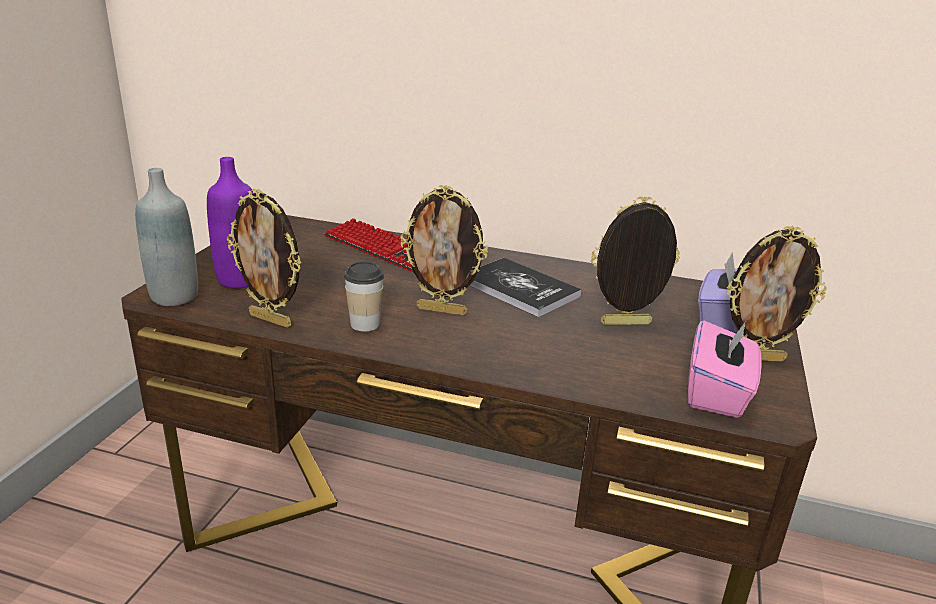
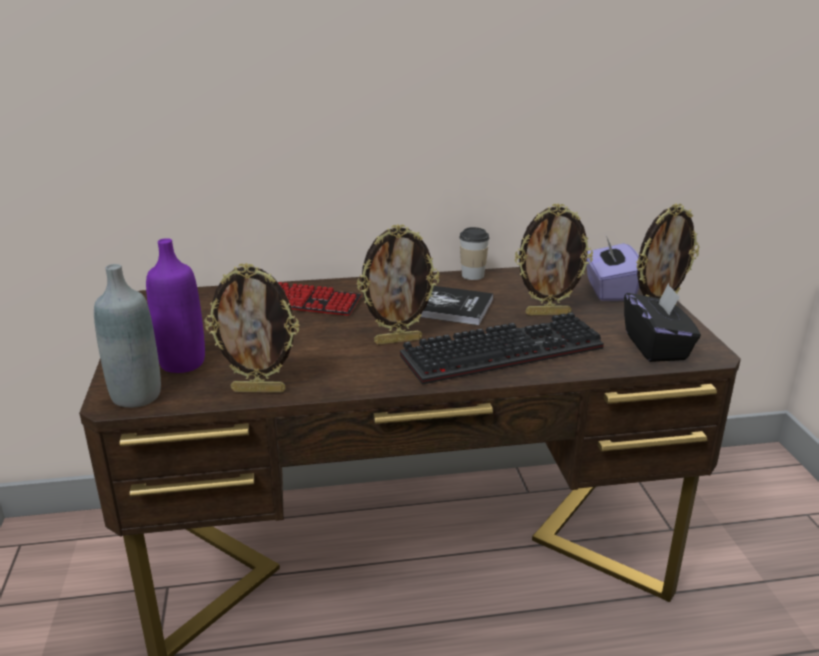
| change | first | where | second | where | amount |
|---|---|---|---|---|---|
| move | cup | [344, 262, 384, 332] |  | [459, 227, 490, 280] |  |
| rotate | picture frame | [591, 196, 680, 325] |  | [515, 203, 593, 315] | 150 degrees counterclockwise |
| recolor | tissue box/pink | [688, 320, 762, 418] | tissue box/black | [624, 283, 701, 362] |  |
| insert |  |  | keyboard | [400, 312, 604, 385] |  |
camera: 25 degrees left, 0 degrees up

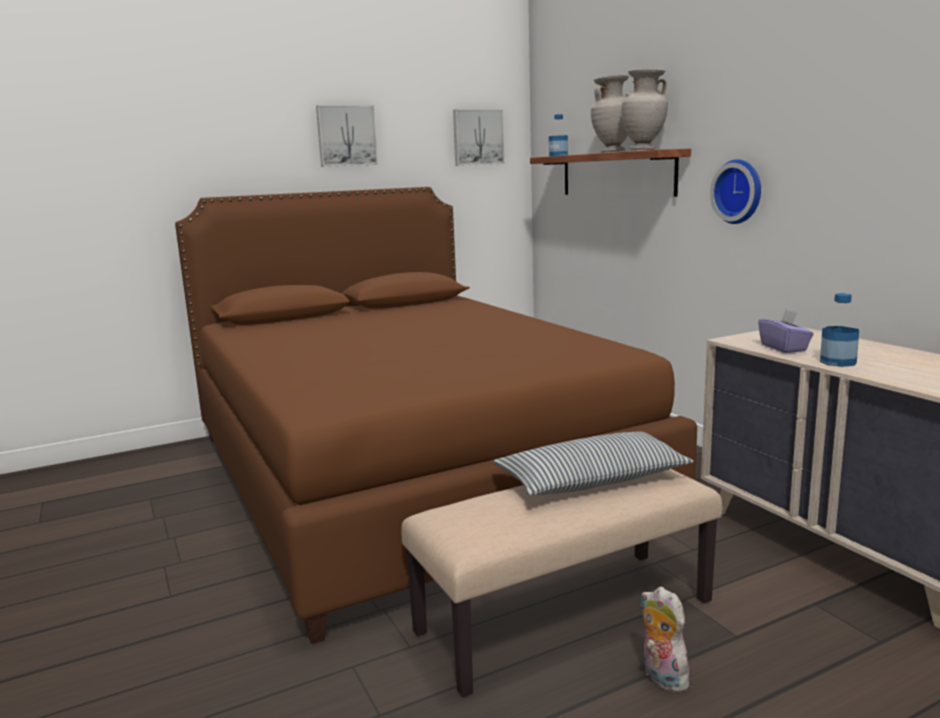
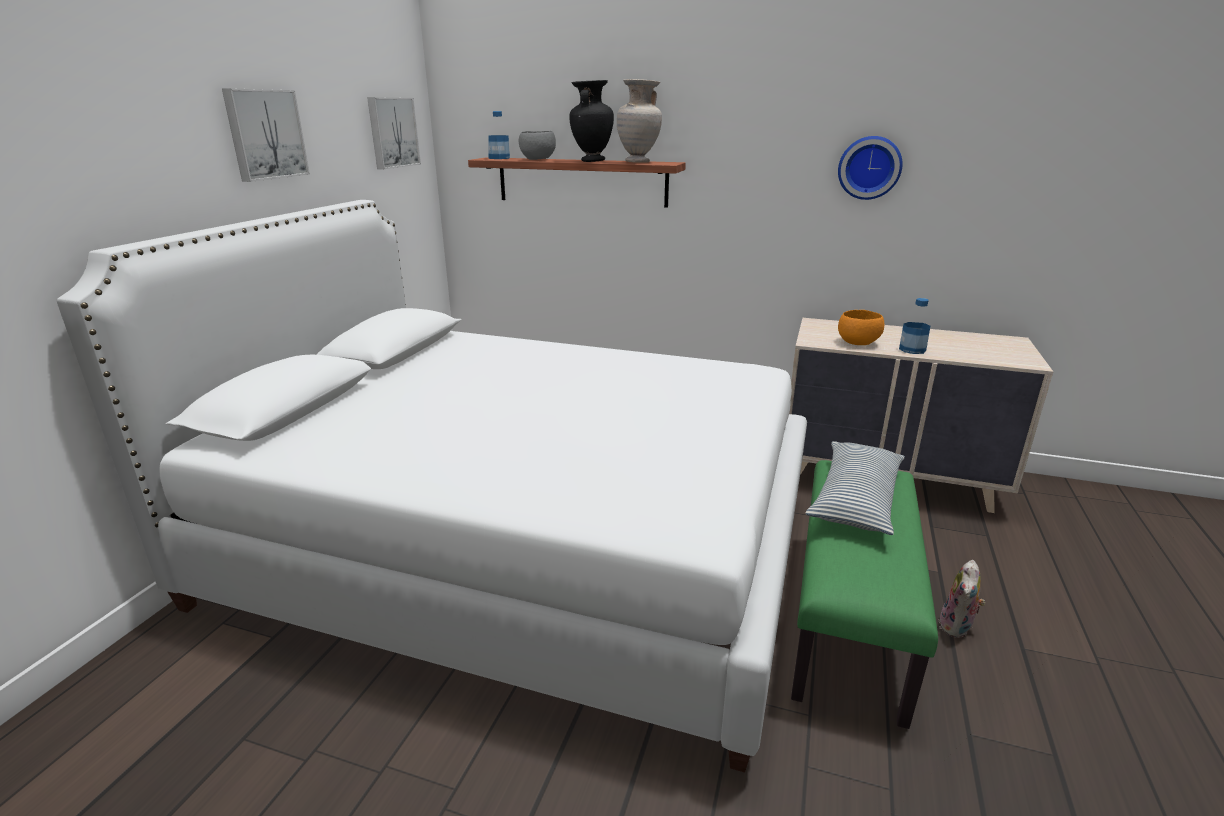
| change | first | where | second | where | amount |
|---|---|---|---|---|---|
| recolor | bed/brown | [175, 187, 697, 644] | bed/white | [57, 200, 807, 773] |  |
| recolor | bench/beige | [401, 469, 722, 697] | bench/green | [791, 460, 938, 729] |  |
| recolor | vase/beige | [591, 75, 629, 153] | vase/black | [569, 80, 614, 162] |  |
| rotate | plush toy | [641, 587, 695, 692] |  | [939, 560, 985, 638] | 75 degrees counterclockwise |
| move | wall clock | [710, 159, 761, 224] |  | [838, 136, 903, 200] |  |
| replace | tissue box/purple | [758, 309, 814, 353] | bowl/orange | [838, 310, 884, 345] |  |
| insert |  |  | bowl/grey | [519, 131, 556, 160] |  |
camera: 45 degrees left, 10 degrees up

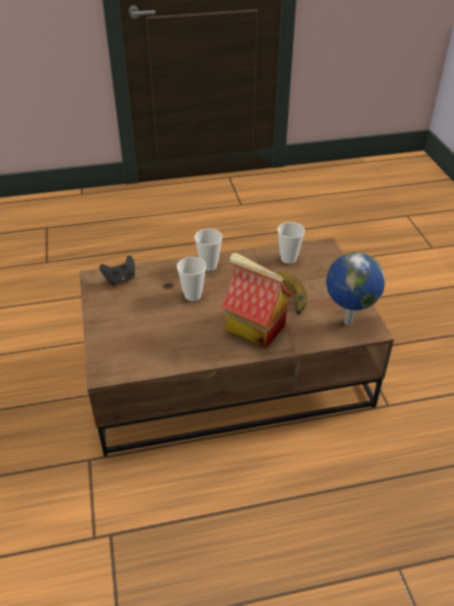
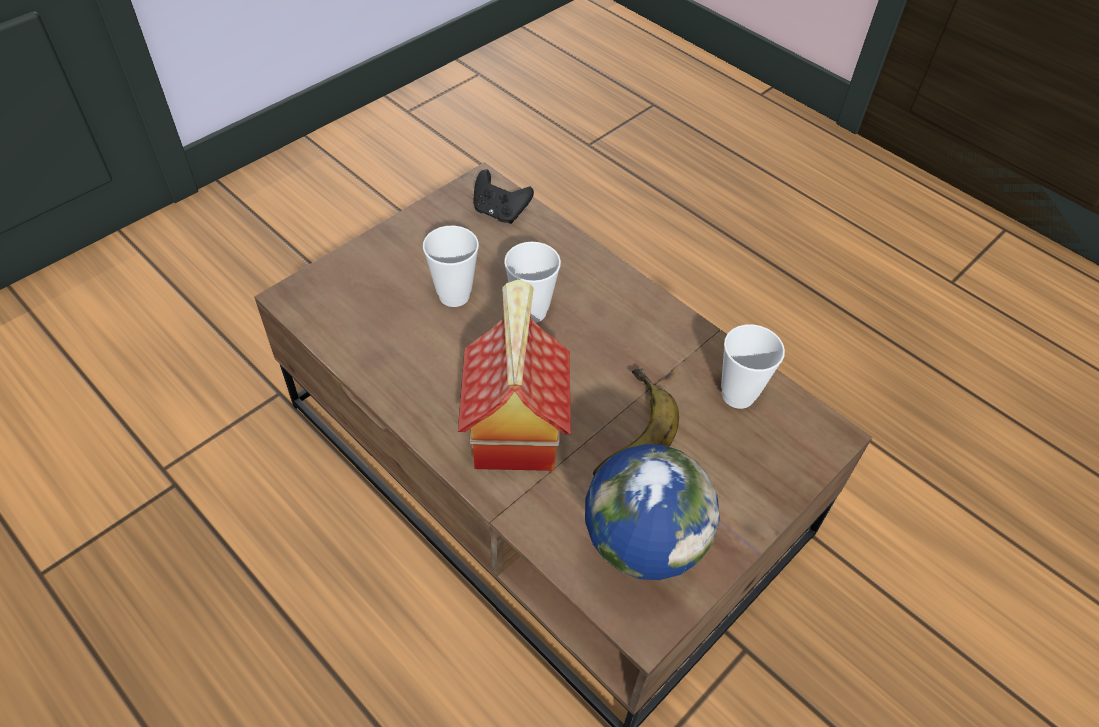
| change | first | where | second | where | amount |
|---|---|---|---|---|---|
| move | cup | [195, 229, 222, 271] |  | [423, 226, 479, 307] |  |
camera: 55 degrees right, 10 degrees up

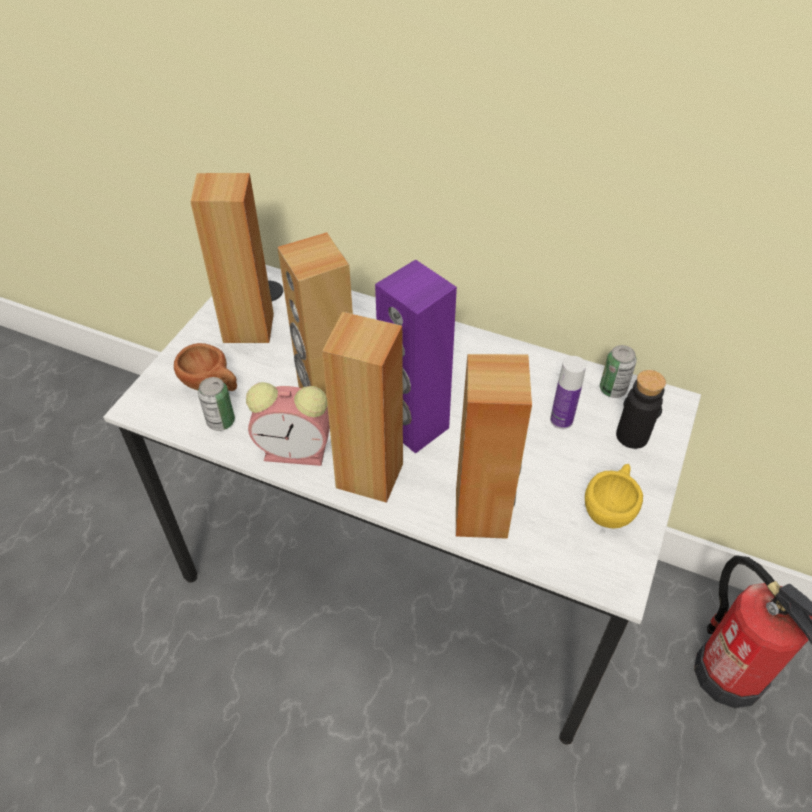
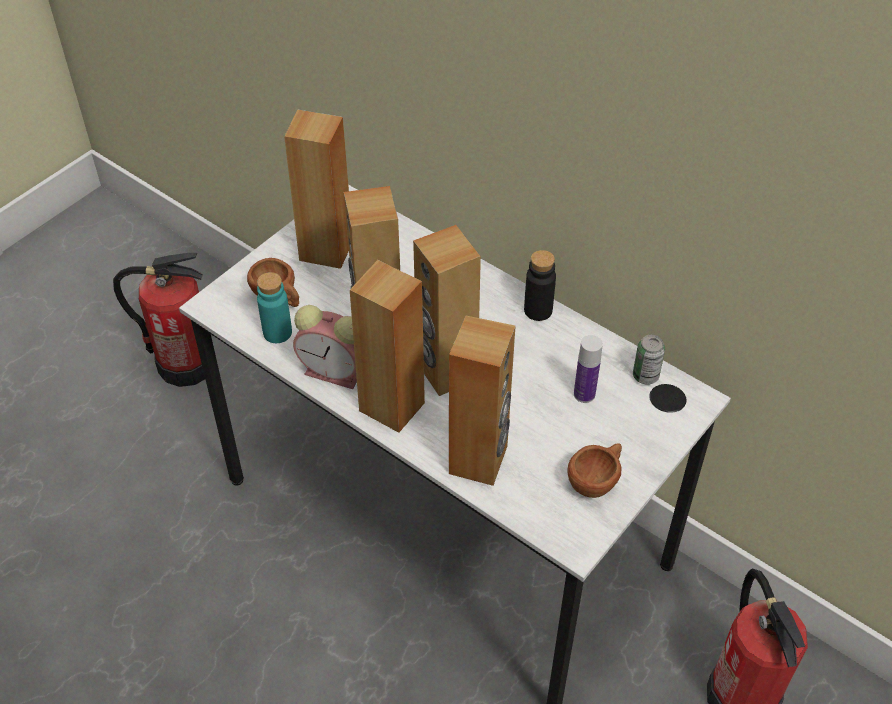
| change | first | where | second | where | amount |
|---|---|---|---|---|---|
| replace | can | [198, 377, 235, 431] | bottle/turquoise | [257, 272, 292, 343] |  |
| recolor | speaker/purple | [375, 260, 457, 454] | speaker/brown | [413, 225, 481, 396] |  |
| recolor | cup/yellow | [585, 464, 643, 529] | cup/brown | [567, 443, 622, 498] |  |
| move | bottle/black | [616, 370, 666, 449] |  | [524, 250, 556, 321] |  |
| insert |  |  | fire extinguisher | [113, 253, 205, 387] |  |
camera: 15 degrees right, 0 degrees up

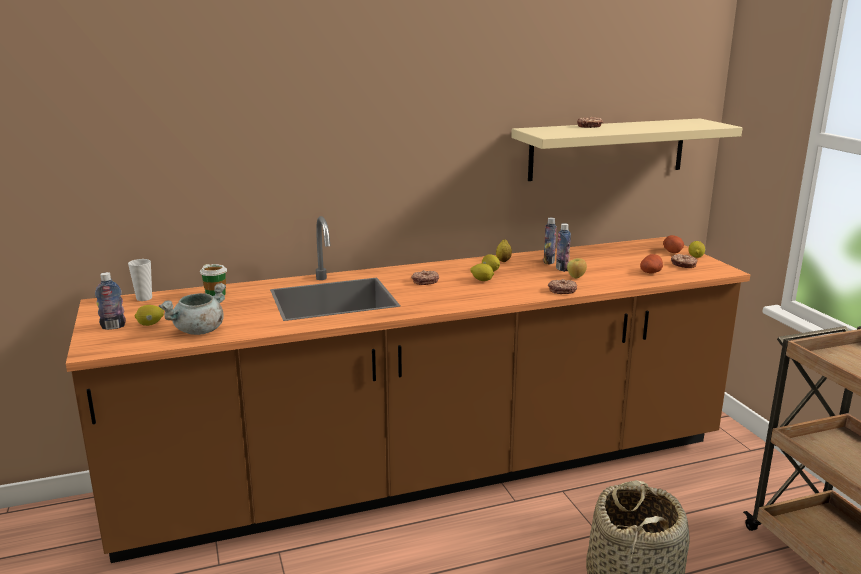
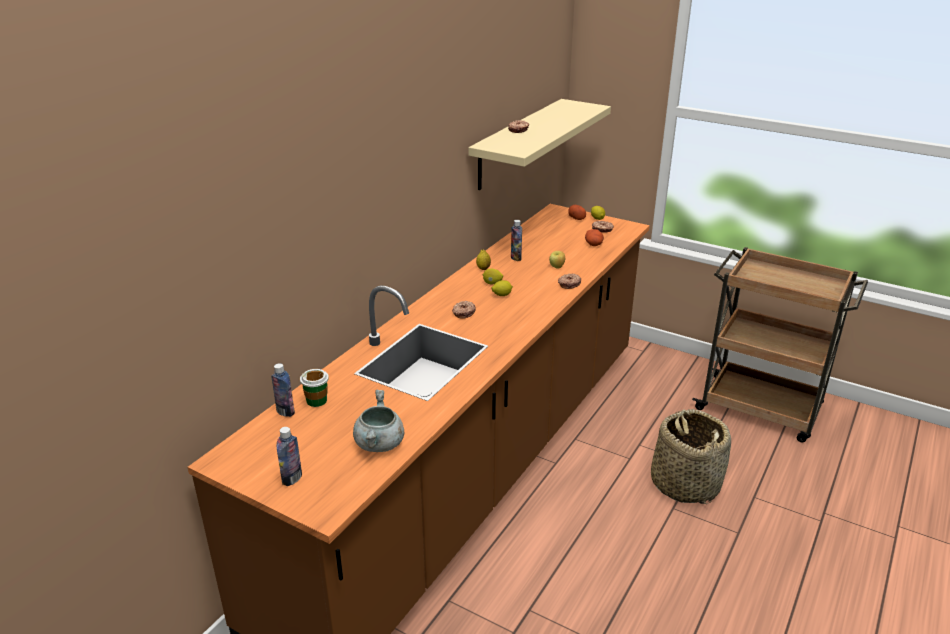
| change | first | where | second | where | amount |
|---|---|---|---|---|---|
| delete | cup | [128, 259, 152, 301] |  |  |  |
| delete | lemon | [135, 305, 164, 326] |  |  |  |
| move | bottle | [556, 223, 571, 272] |  | [271, 363, 295, 417] |  |
camera: 40 degrees left, 10 degrees up

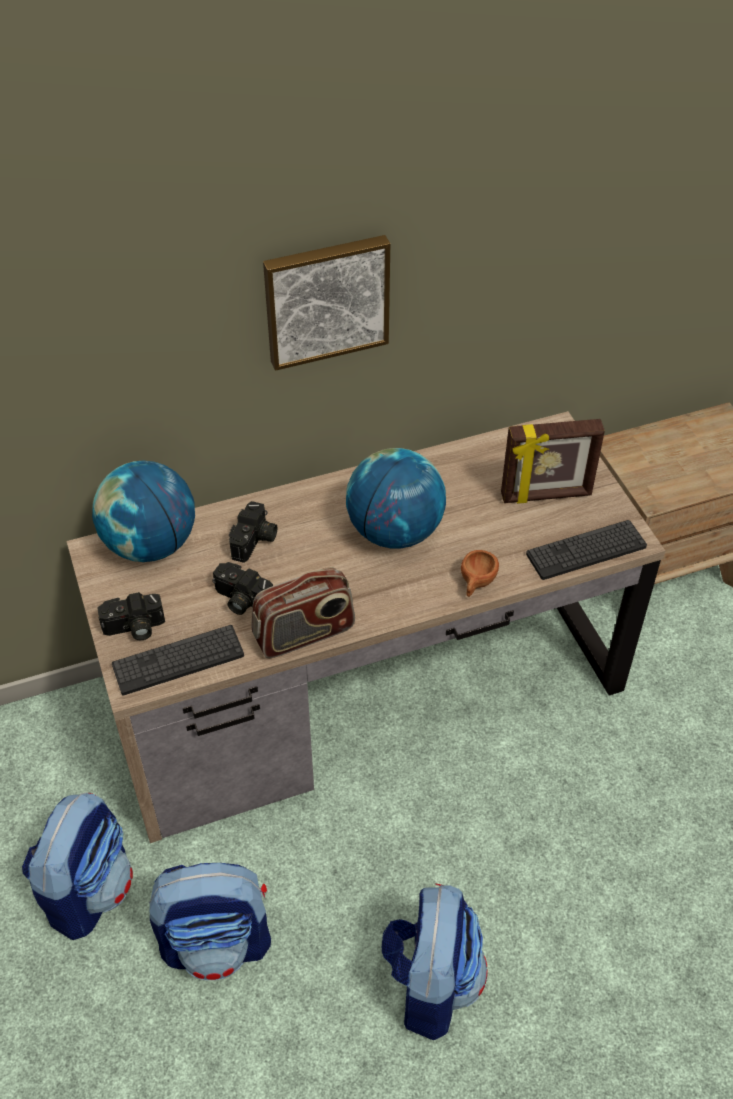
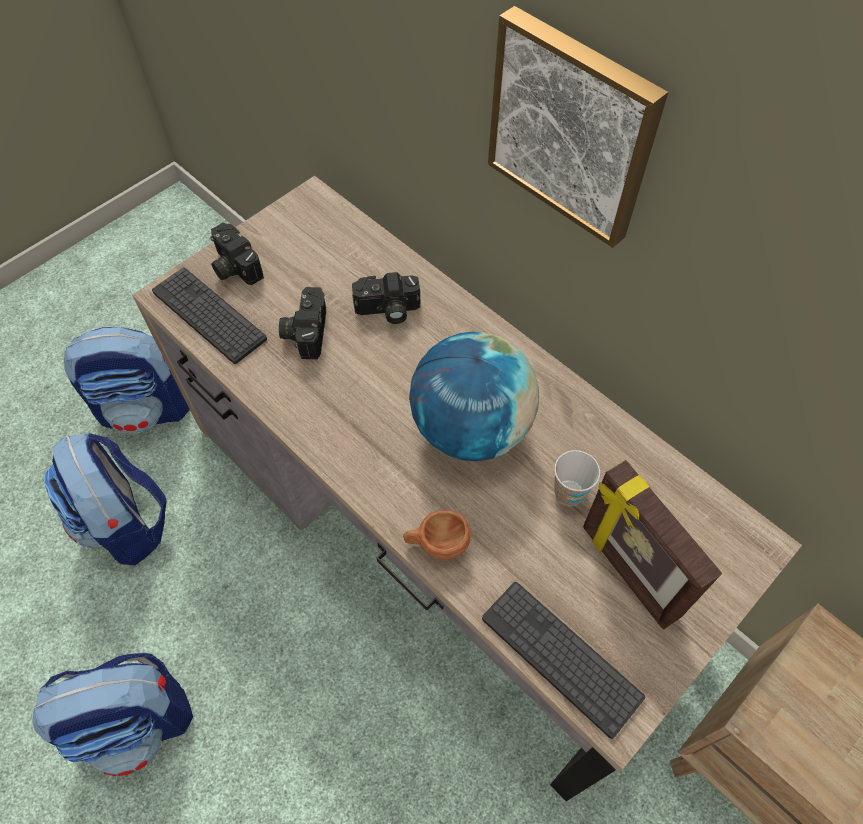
| change | first | where | second | where | amount |
|---|---|---|---|---|---|
| delete | globe | [92, 461, 195, 562] |  |  |  |
| delete | radio | [251, 567, 355, 658] |  |  |  |
| insert |  |  | cup | [554, 450, 600, 506] |  |
camera: 65 degrees right, 10 degrees up

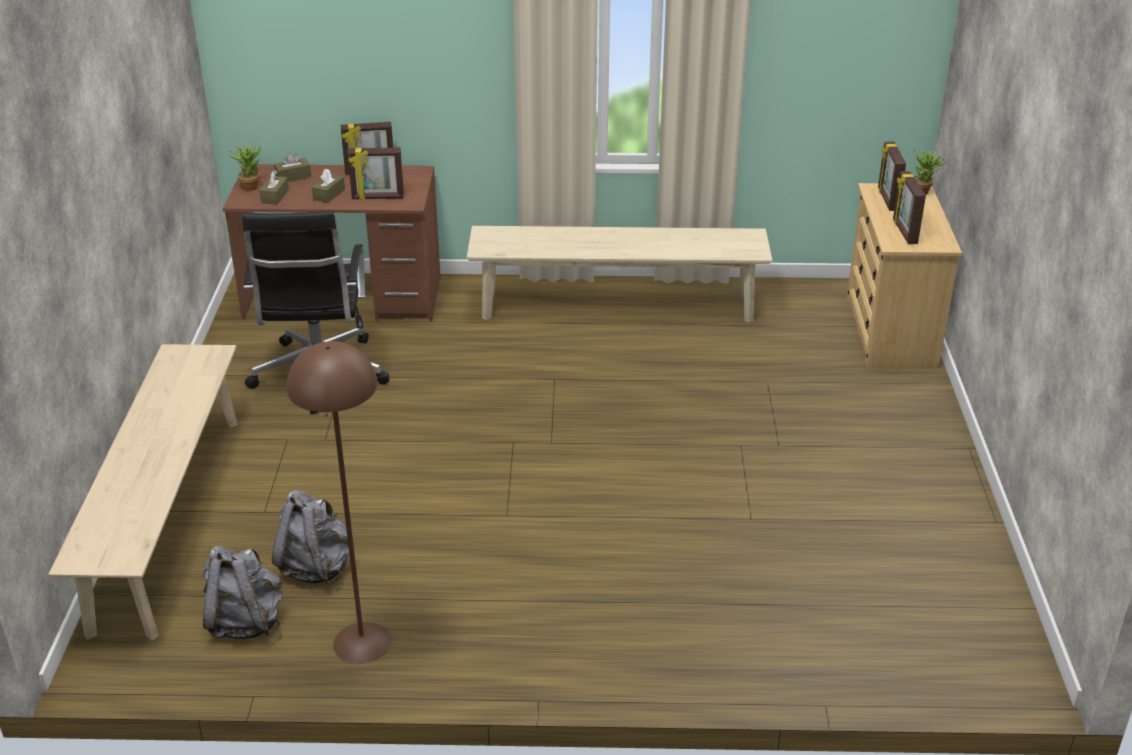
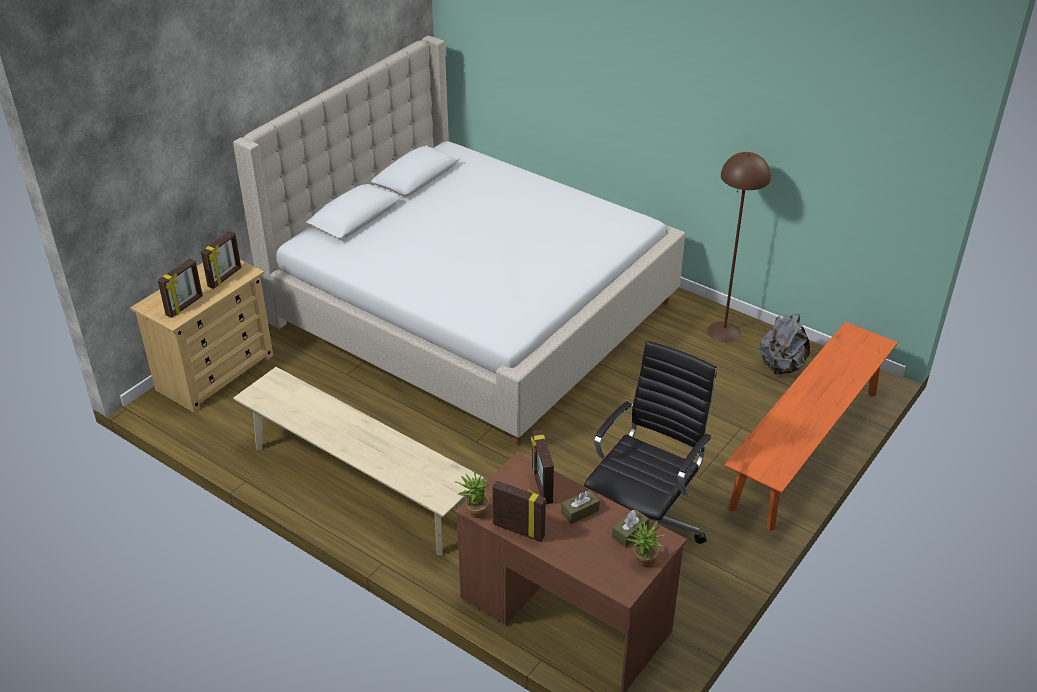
| change | first | where | second | where | amount |
|---|---|---|---|---|---|
| recolor | bench/beige | [48, 344, 238, 641] | bench/orange | [724, 322, 898, 531] |  |
| delete | backpack/grey | [272, 490, 349, 584] |  |  |  |
| delete | tissue box/brown | [274, 152, 311, 182] |  |  |  |
| rotate | picture frame | [347, 148, 404, 200] |  | [531, 430, 554, 504] | 135 degrees counterclockwise |
| move | potted plant | [913, 149, 946, 195] |  | [454, 469, 489, 518] |  |
| insert |  |  | bed/beige | [233, 36, 685, 445] |  |
camera: 145 degrees left, 5 degrees up

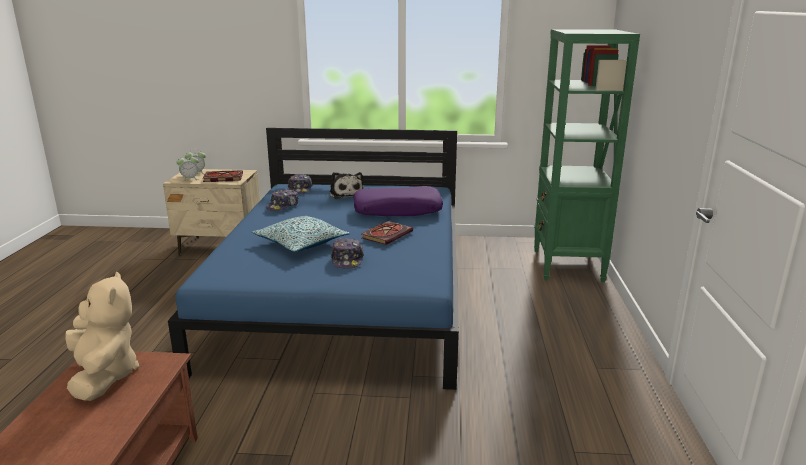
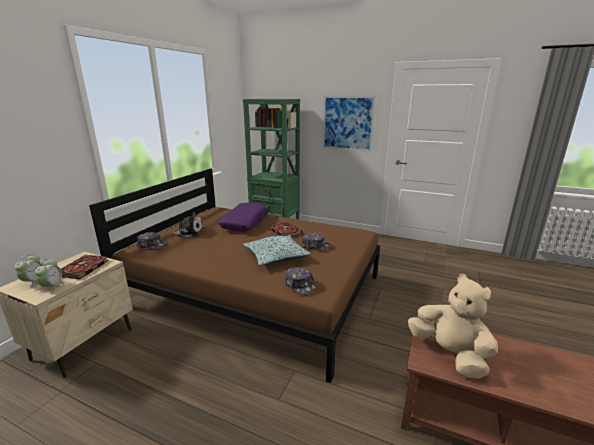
| change | first | where | second | where | amount |
|---|---|---|---|---|---|
| rotate | plush toy/beige | [65, 271, 139, 401] |  | [408, 274, 498, 379] | 60 degrees clockwise |
| recolor | bed/blue | [168, 128, 459, 390] | bed/brown | [89, 169, 380, 383] |  |
| move | cap | [266, 189, 298, 211] |  | [284, 267, 317, 295] |  |
| insert |  |  | picture | [322, 96, 376, 151] |  |
camera: 70 degrees left, 0 degrees up

